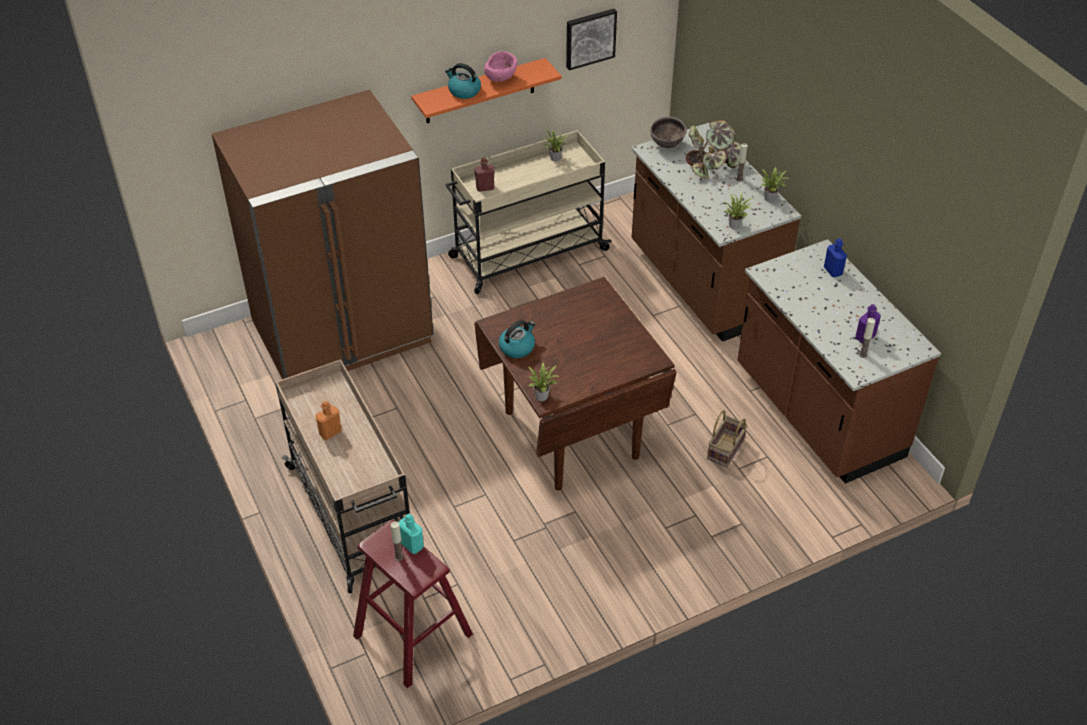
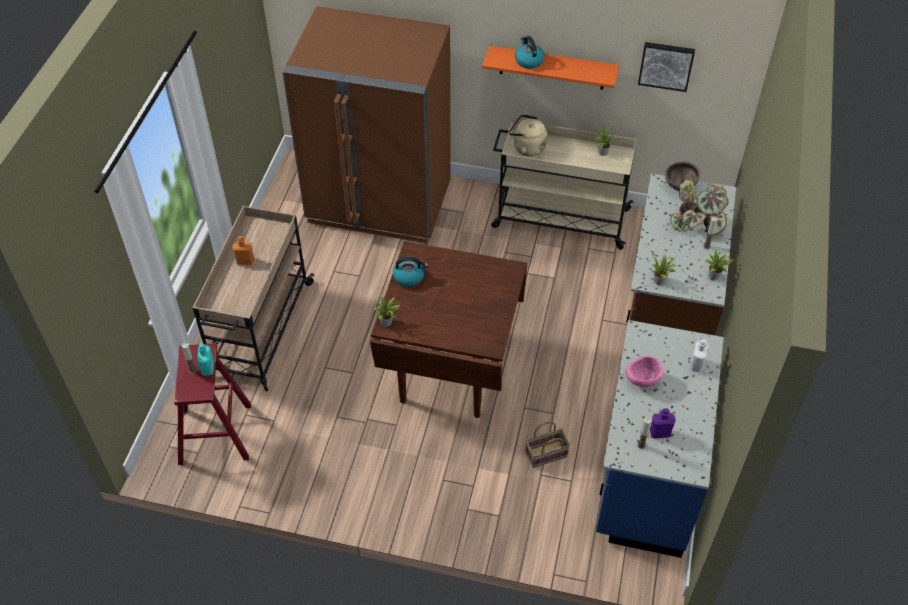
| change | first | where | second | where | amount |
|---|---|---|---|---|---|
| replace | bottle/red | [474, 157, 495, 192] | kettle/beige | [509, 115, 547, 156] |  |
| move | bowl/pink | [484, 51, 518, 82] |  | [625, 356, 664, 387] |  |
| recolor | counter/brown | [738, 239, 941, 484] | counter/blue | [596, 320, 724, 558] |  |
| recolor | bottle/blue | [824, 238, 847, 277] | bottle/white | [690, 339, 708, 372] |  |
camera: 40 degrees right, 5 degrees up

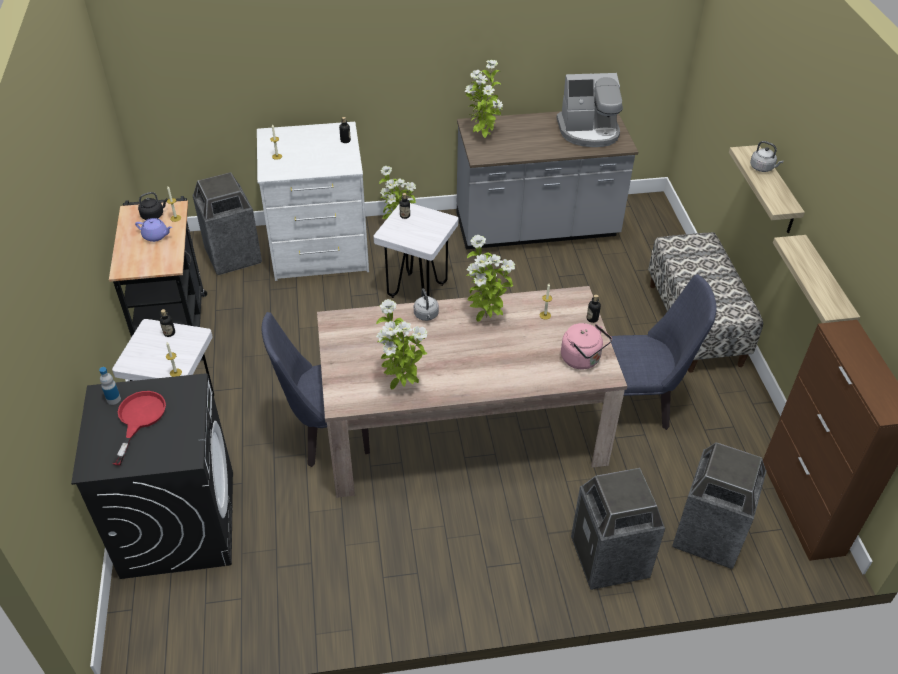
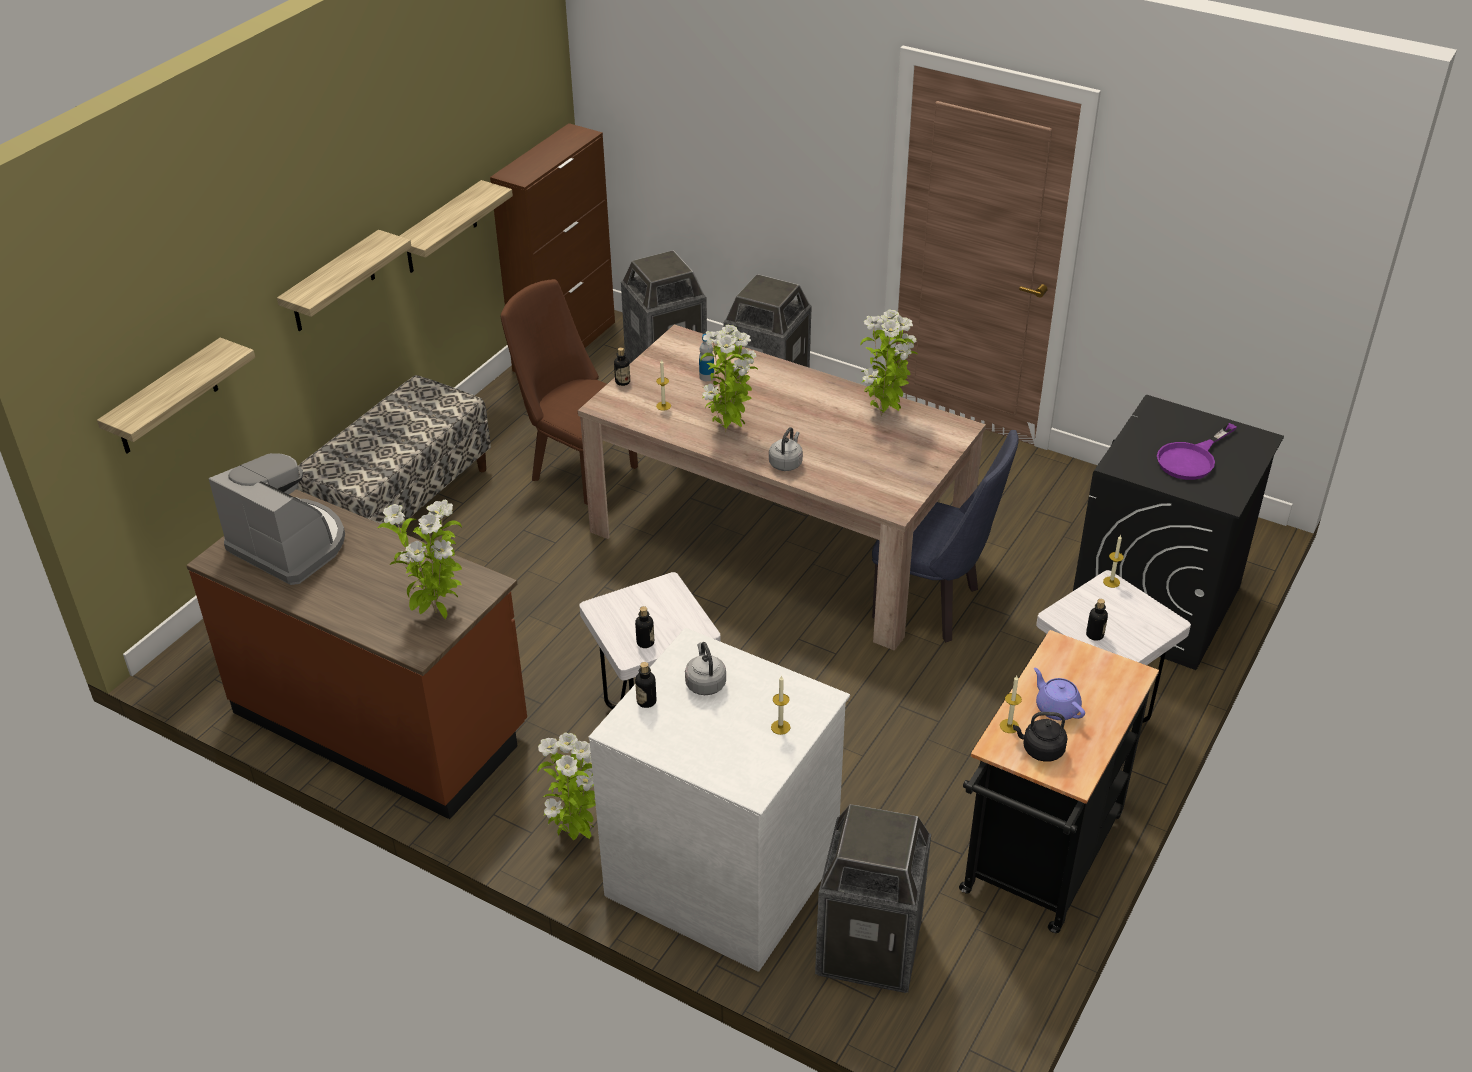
| change | first | where | second | where | amount |
|---|---|---|---|---|---|
| move | bottle | [99, 367, 121, 405] |  | [699, 334, 714, 381] |  |
| recolor | frying pan/red | [112, 391, 166, 465] | frying pan/purple | [1157, 423, 1237, 480] |  |
| recolor | counter/grey | [457, 111, 638, 249] | counter/brown | [186, 489, 527, 819] |  |
| delete | kettle/pink | [561, 323, 612, 369] |  |  |  |
| recolor | chair/blue | [610, 274, 716, 430] | chair/brown | [501, 279, 638, 505] |  |
| move | kettle/grey | [750, 141, 783, 172] |  | [685, 642, 726, 695] |  |
| insert |  |  | shelf | [97, 337, 255, 453] |  |
camera: 140 degrees left, 5 degrees down

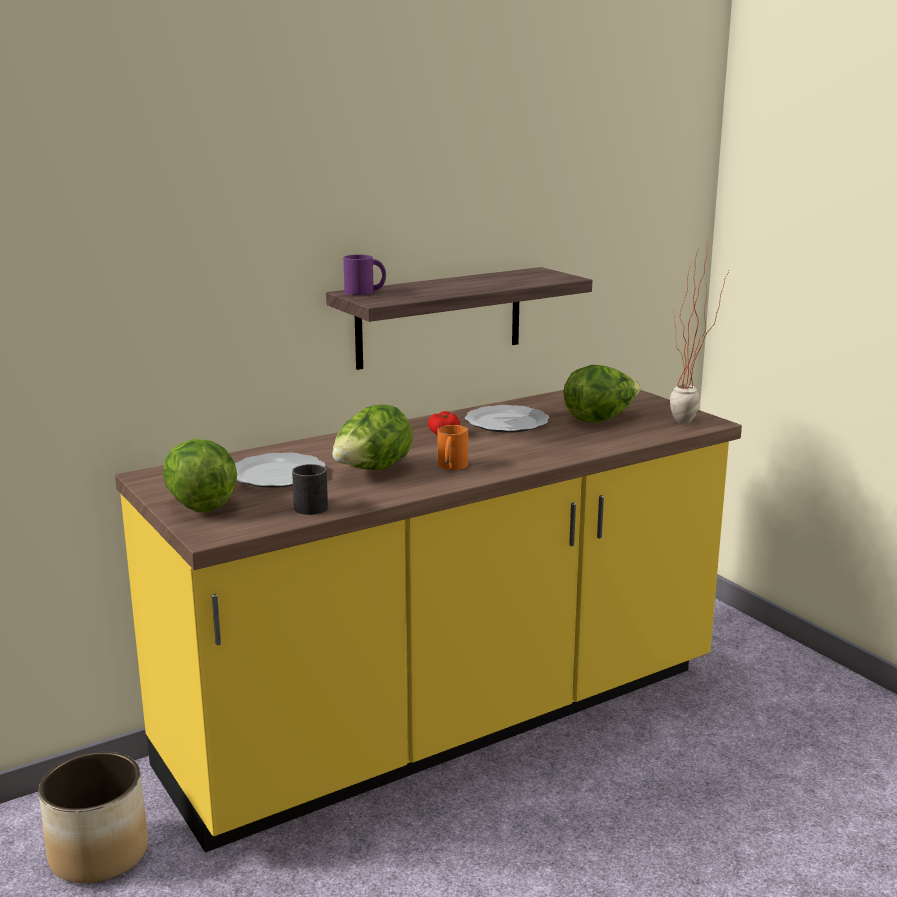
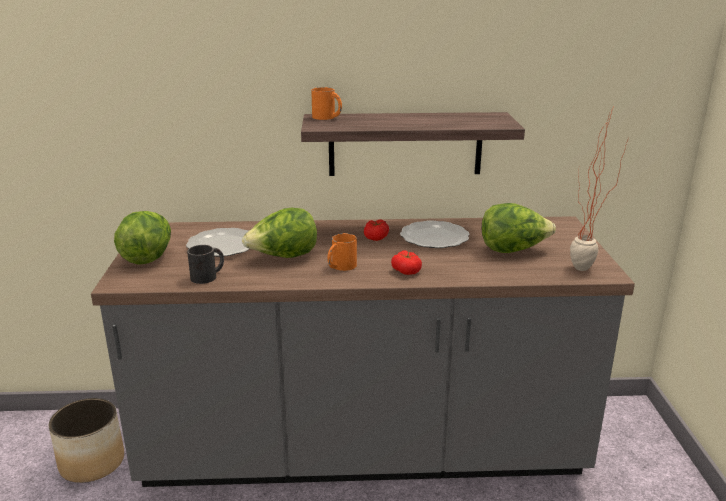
| change | first | where | second | where | amount |
|---|---|---|---|---|---|
| recolor | counter/yellow | [115, 390, 742, 853] | counter/grey | [91, 216, 635, 487] |  |
| recolor | mug/purple | [343, 254, 386, 295] | mug/orange | [311, 87, 342, 120] |  |
| insert |  |  | tomato | [391, 251, 422, 275] |  |
camera: 30 degrees right, 5 degrees up

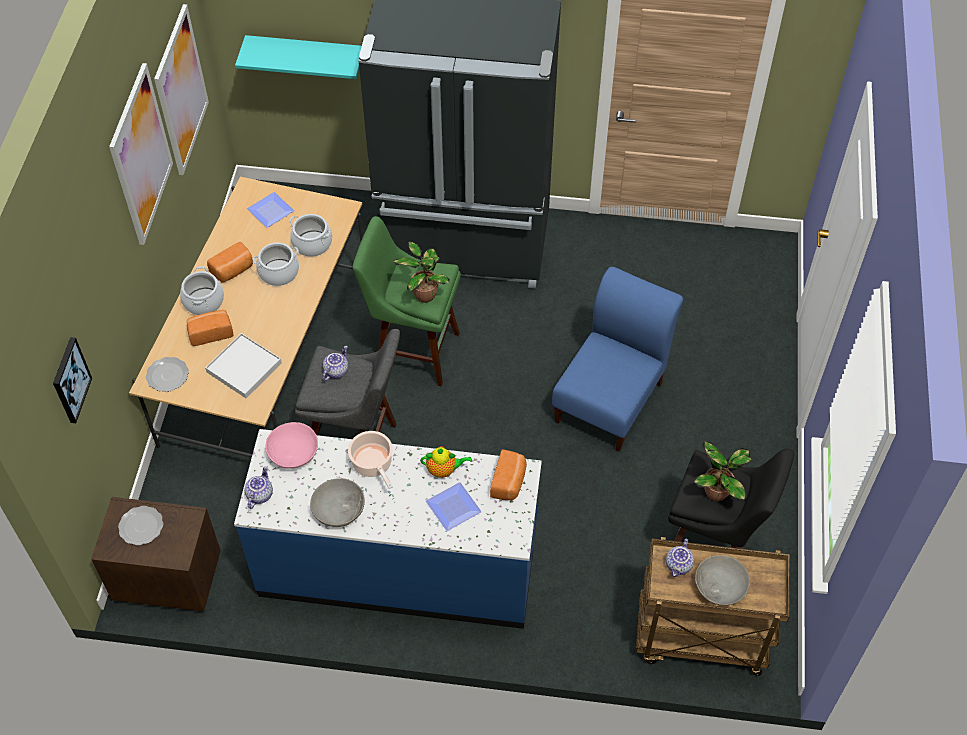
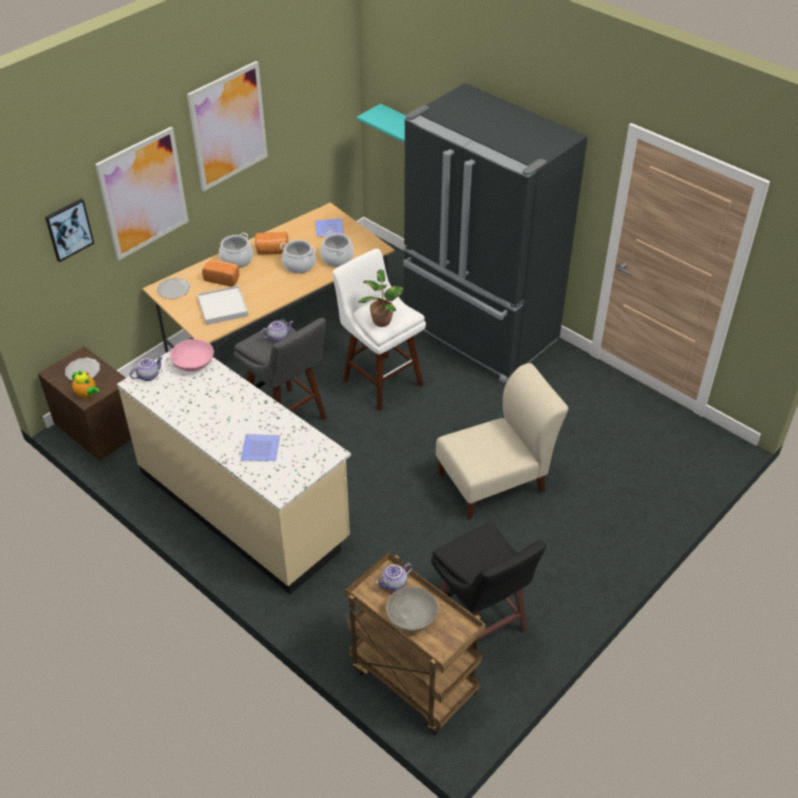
| change | first | where | second | where | amount |
|---|---|---|---|---|---|
| move | picture | [154, 4, 209, 175] |  | [95, 127, 189, 260] |  |
| recolor | counter/blue | [234, 429, 542, 629] | counter/beige | [117, 339, 351, 594] |  |
| delete | bowl/grey | [310, 478, 365, 527] |  |  |  |
| delete | cooking pot | [348, 431, 393, 489] |  |  |  |
| recolor | stool/green | [353, 216, 461, 387] | stool/white | [332, 248, 426, 411] |  |
| move | teapot | [420, 446, 471, 478] |  | [72, 371, 100, 398] |  |
| delete | bread | [490, 449, 527, 500] |  |  |  |
| recolor | chair/blue | [552, 267, 683, 452] | chair/beige | [436, 363, 568, 519] |  |
| delete | potted plant | [694, 441, 752, 501] |  |  |  |
camera: 35 degrees right, 10 degrees down

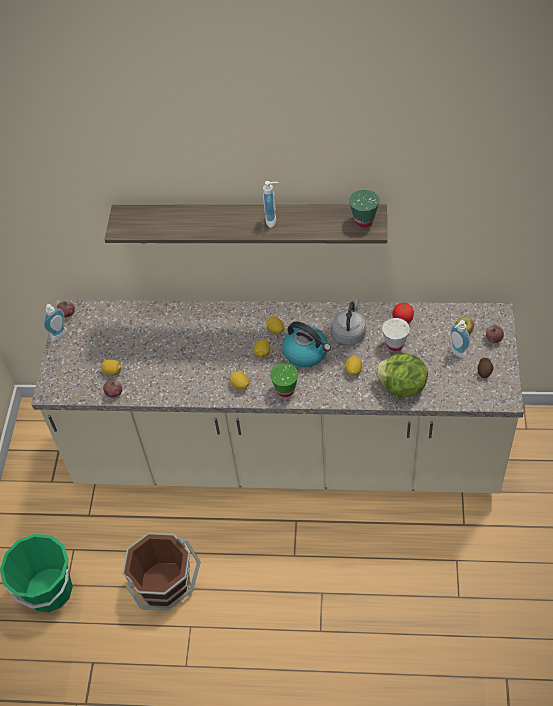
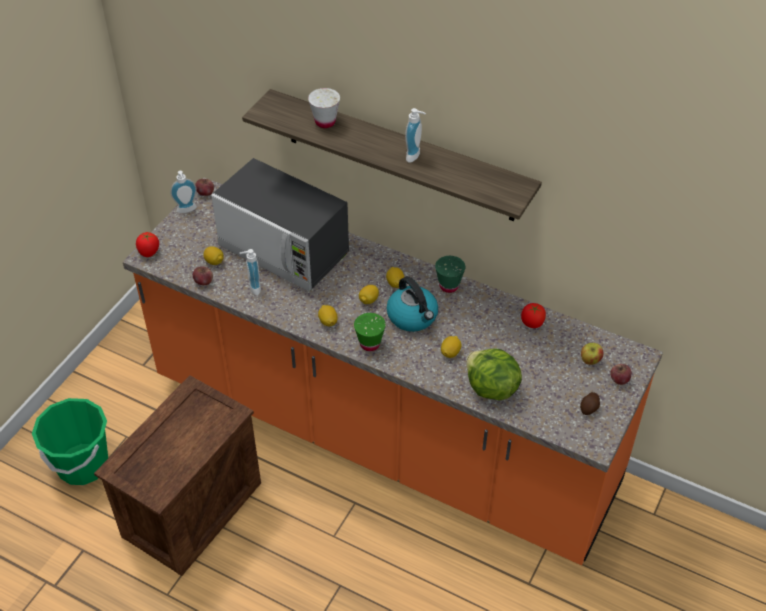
| change | first | where | second | where | amount |
|---|---|---|---|---|---|
| recolor | counter/beige | [31, 300, 524, 493] | counter/orange | [123, 177, 663, 565] |  |
| replace | bucket/brown | [122, 533, 201, 611] | crate | [94, 375, 261, 576] |  |
| delete | kettle/grey | [331, 300, 366, 345] |  |  |  |
| move | cup/green | [349, 190, 379, 227] |  | [435, 256, 465, 293] |  |
| move | cup/white | [382, 318, 410, 351] |  | [308, 88, 340, 128] |  |
| move | soap dispenser | [450, 320, 470, 358] |  | [240, 249, 261, 295] |  |
| insert |  |  | tomato | [136, 232, 159, 257] |  |
| insert |  |  | microwave | [211, 158, 349, 291] |  |
camera: 20 degrees right, 5 degrees down

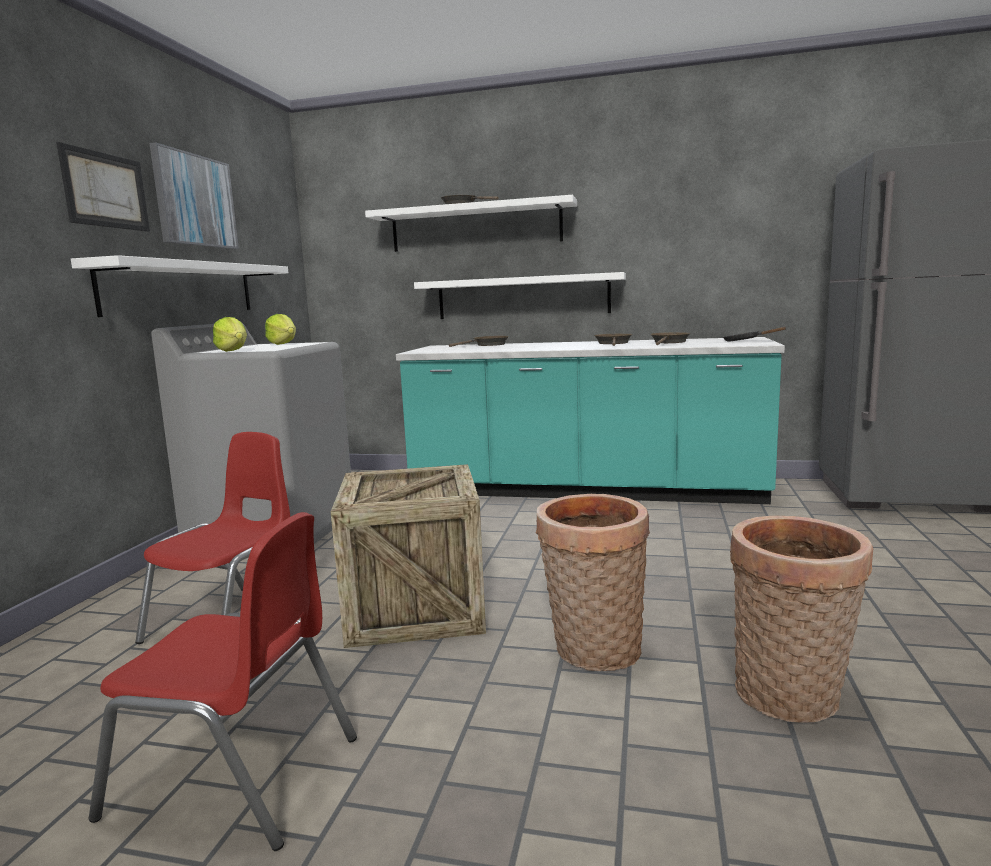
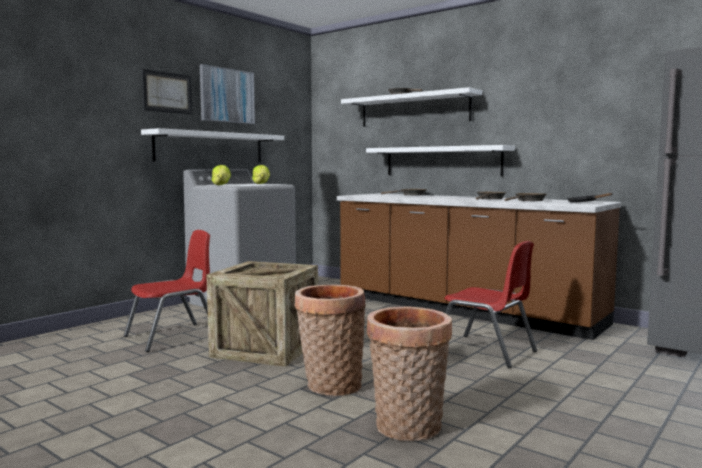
| change | first | where | second | where | amount |
|---|---|---|---|---|---|
| move | chair/red | [89, 512, 357, 851] |  | [445, 241, 537, 368] |  |
| recolor | counter/turquoise | [396, 337, 785, 504] | counter/brown | [337, 193, 621, 340] |  |
camera: 25 degrees right, 5 degrees down

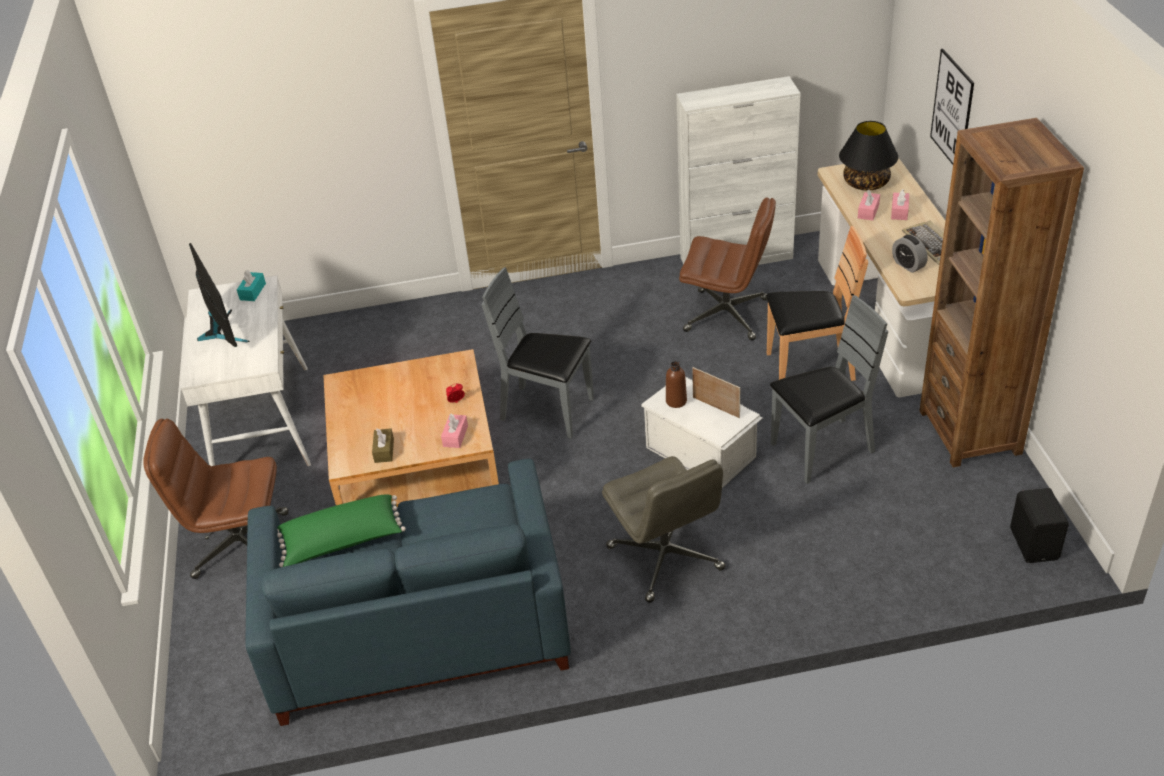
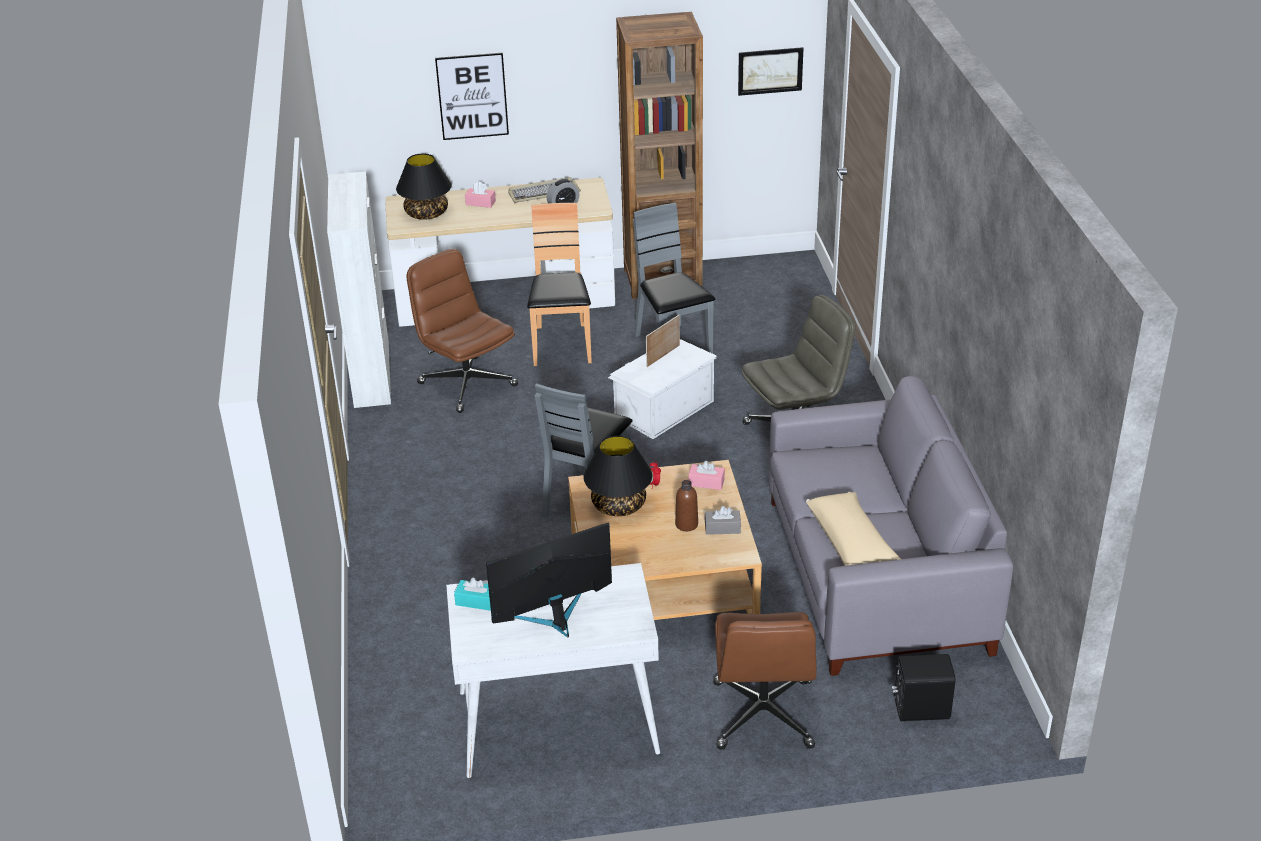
| change | first | where | second | where | amount |
|---|---|---|---|---|---|
| recolor | sofa/blue | [246, 459, 571, 726] | sofa/grey | [769, 376, 1013, 676] |  |
| recolor | pillow/green | [277, 494, 406, 567] | pillow/beige | [806, 492, 901, 566] |  |
| recolor | tissue box/brown | [372, 428, 394, 463] | tissue box/grey | [704, 506, 741, 535] |  |
| move | bottle/brown | [666, 361, 687, 408] |  | [675, 480, 698, 531] |  |
| rotate | office chair/brown | [679, 197, 776, 341] |  | [407, 249, 518, 413] | 60 degrees counterclockwise |
| delete | tissue box/pink | [858, 190, 880, 221] |  |  |  |
| move | speaker/black | [1010, 488, 1069, 563] |  | [892, 654, 955, 721] |  |
| insert |  |  | table lamp/black | [583, 436, 652, 516] |  |
| insert |  |  | picture | [738, 47, 803, 96] |  |
camera: 90 degrees left, 5 degrees down

